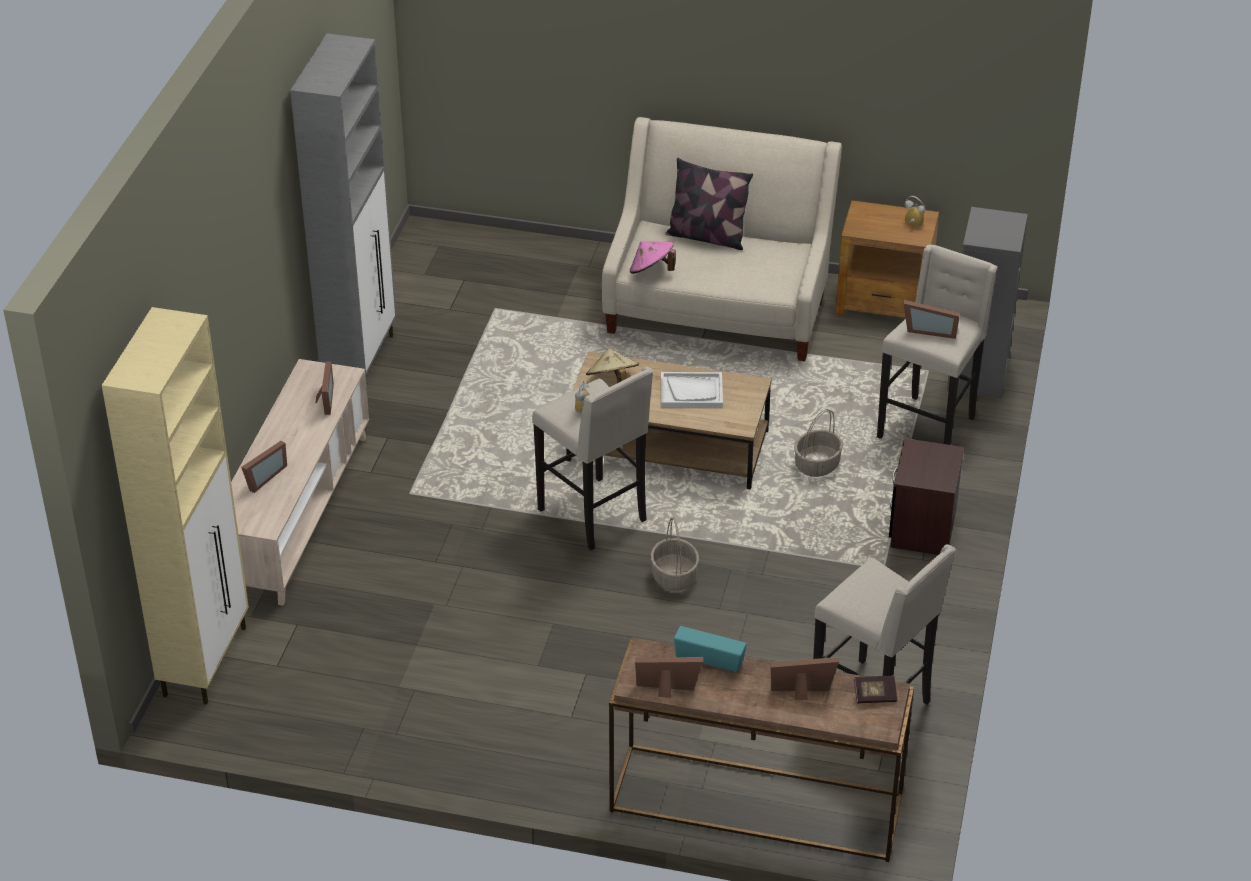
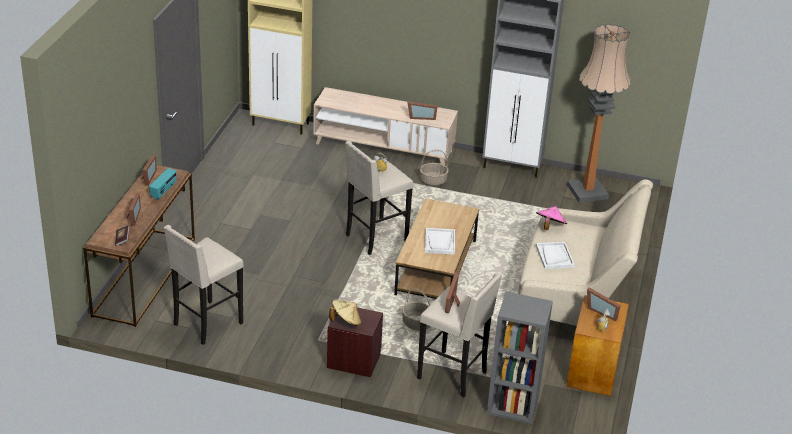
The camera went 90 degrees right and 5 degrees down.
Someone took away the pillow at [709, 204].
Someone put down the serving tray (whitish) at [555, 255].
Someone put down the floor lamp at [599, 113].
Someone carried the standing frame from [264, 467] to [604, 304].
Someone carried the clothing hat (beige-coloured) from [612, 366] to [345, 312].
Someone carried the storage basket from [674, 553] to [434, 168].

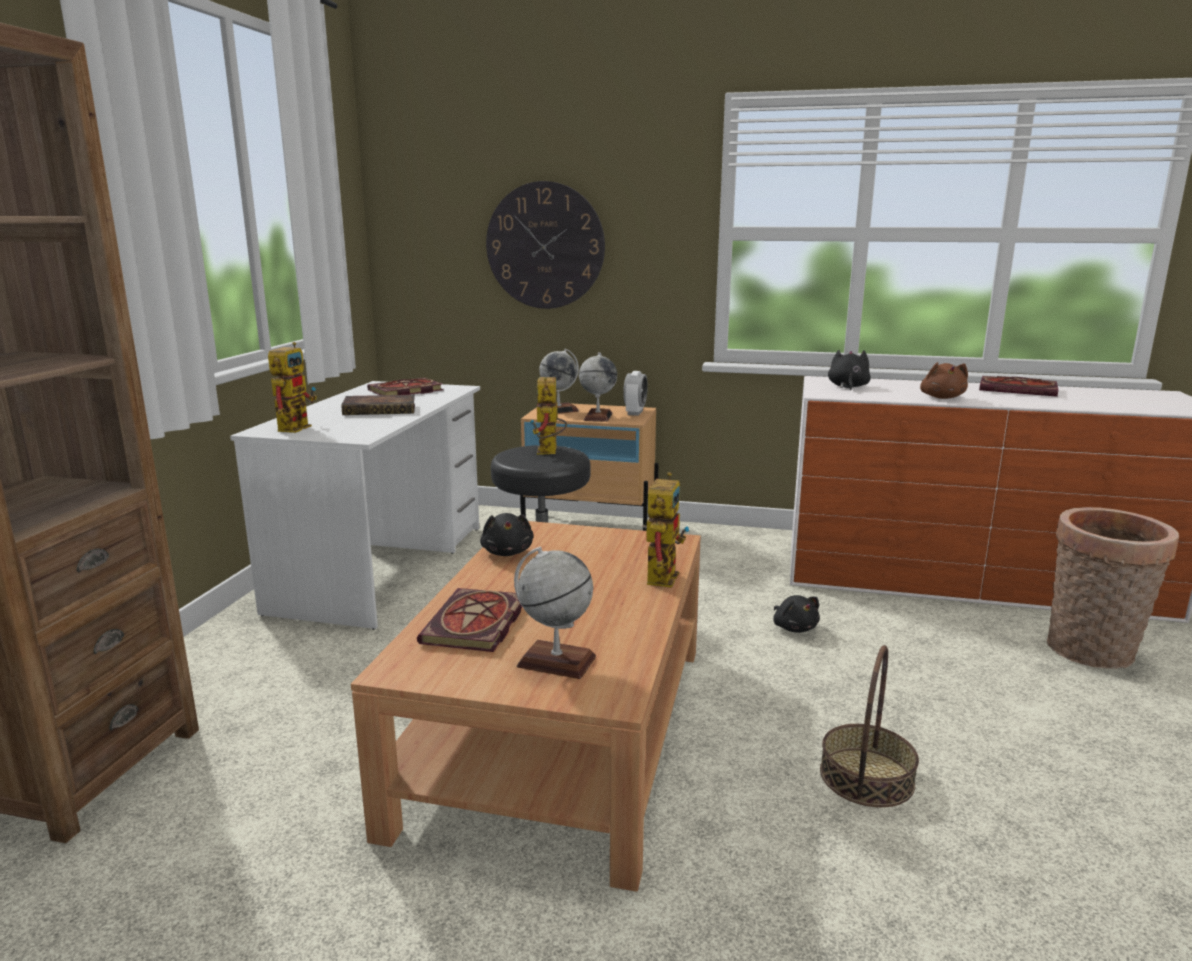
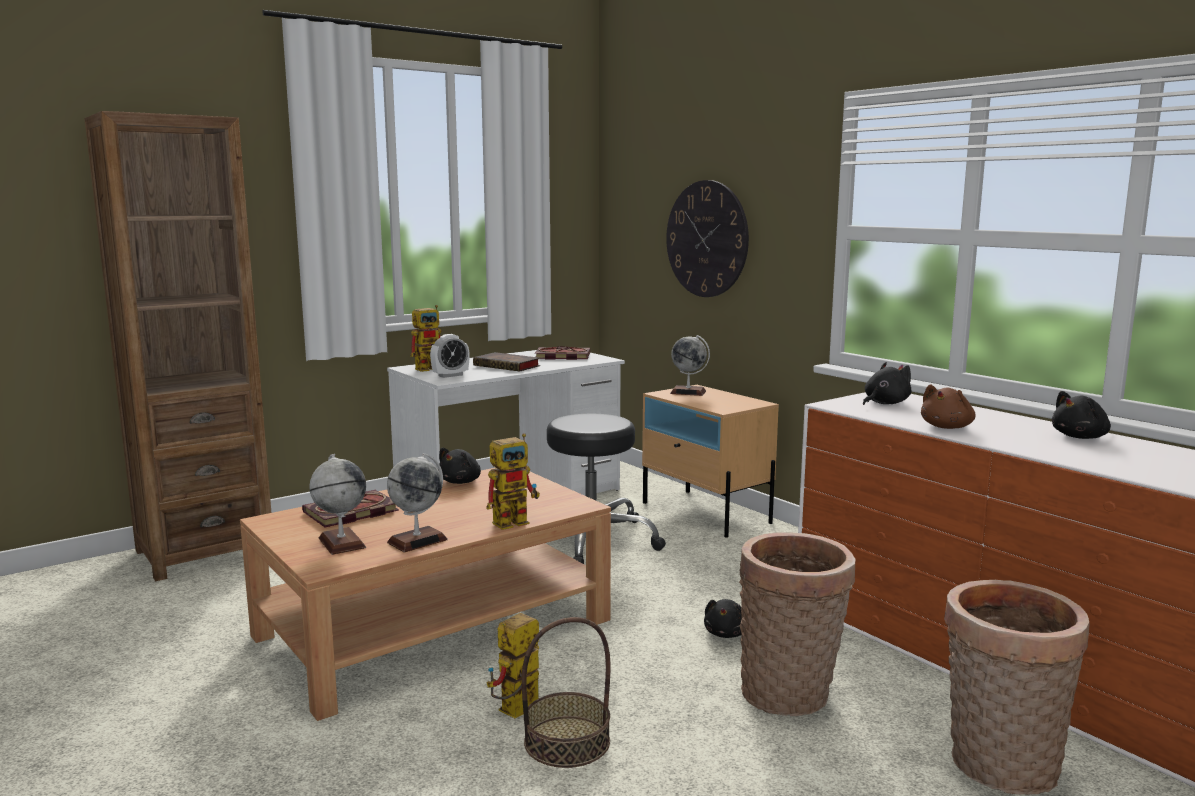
The camera went 40 degrees right and 5 degrees down.
Someone put down the storage basket at [797, 624].
Someone carried the robot figure from [548, 416] to [512, 665].
Someone carried the world globe from [598, 387] to [417, 502].
Someone carried the table clock from [635, 393] to [449, 356].
Someone swapped the book at [1018, 386] for the soft toy (black-coloured) at [1081, 415].

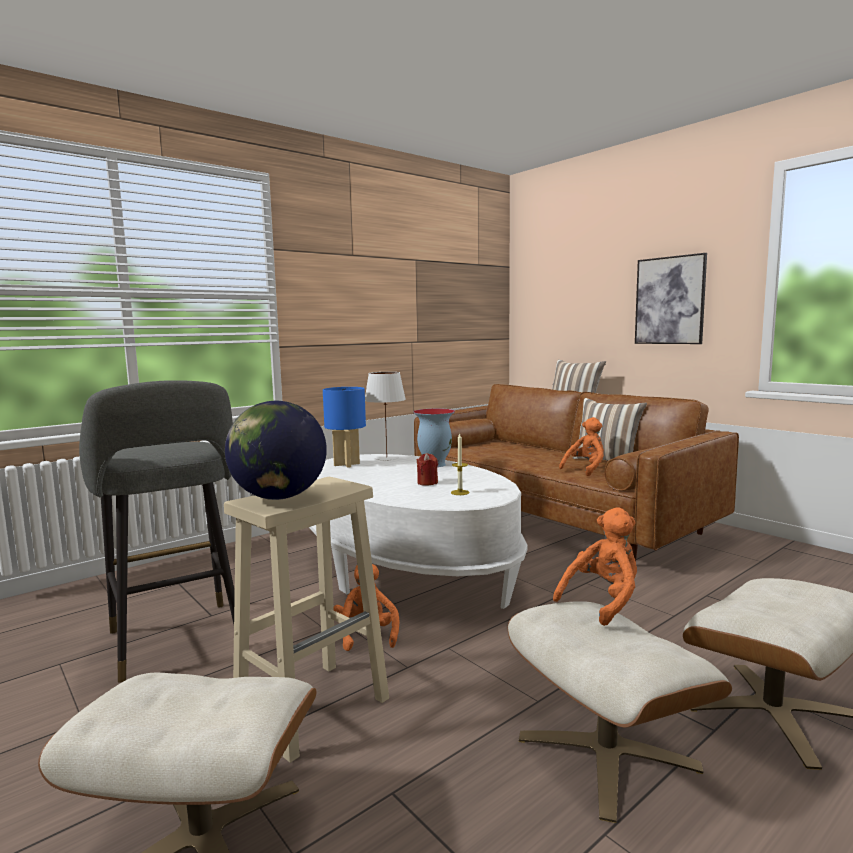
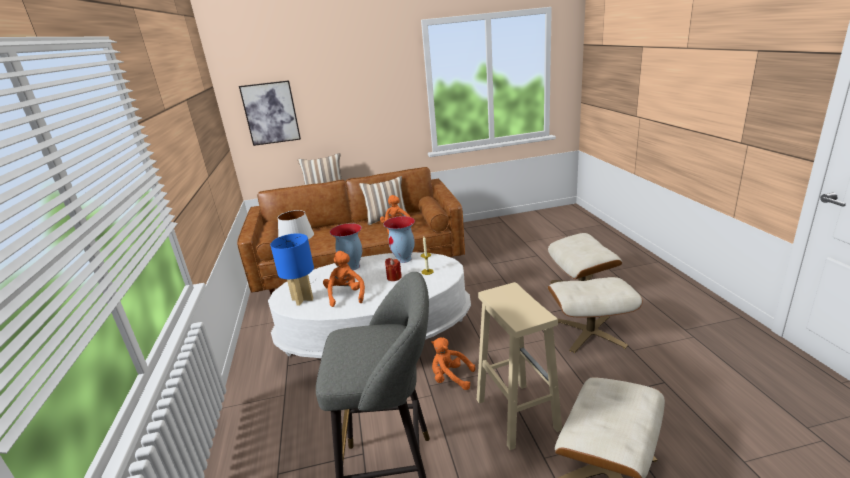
The camera went 60 degrees left and 15 degrees up.
Someone took away the world globe at [276, 450].
Someone put down the flower vase at [399, 239].
Someone carried the soft toy (orangey) from [595, 566] to [344, 279].
Someone carried the wall picture from [671, 298] to [270, 113].

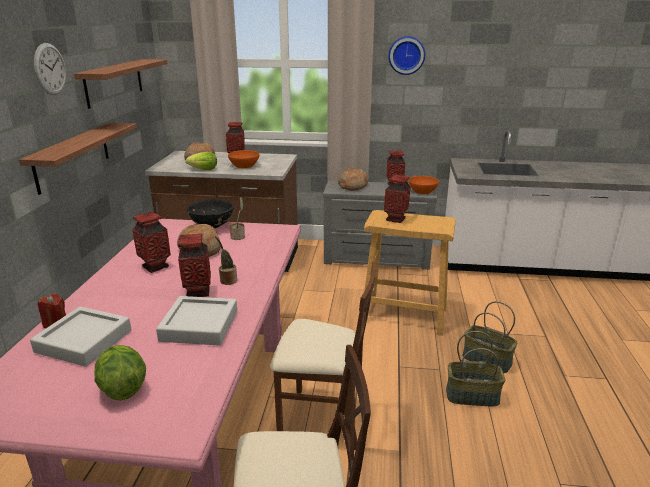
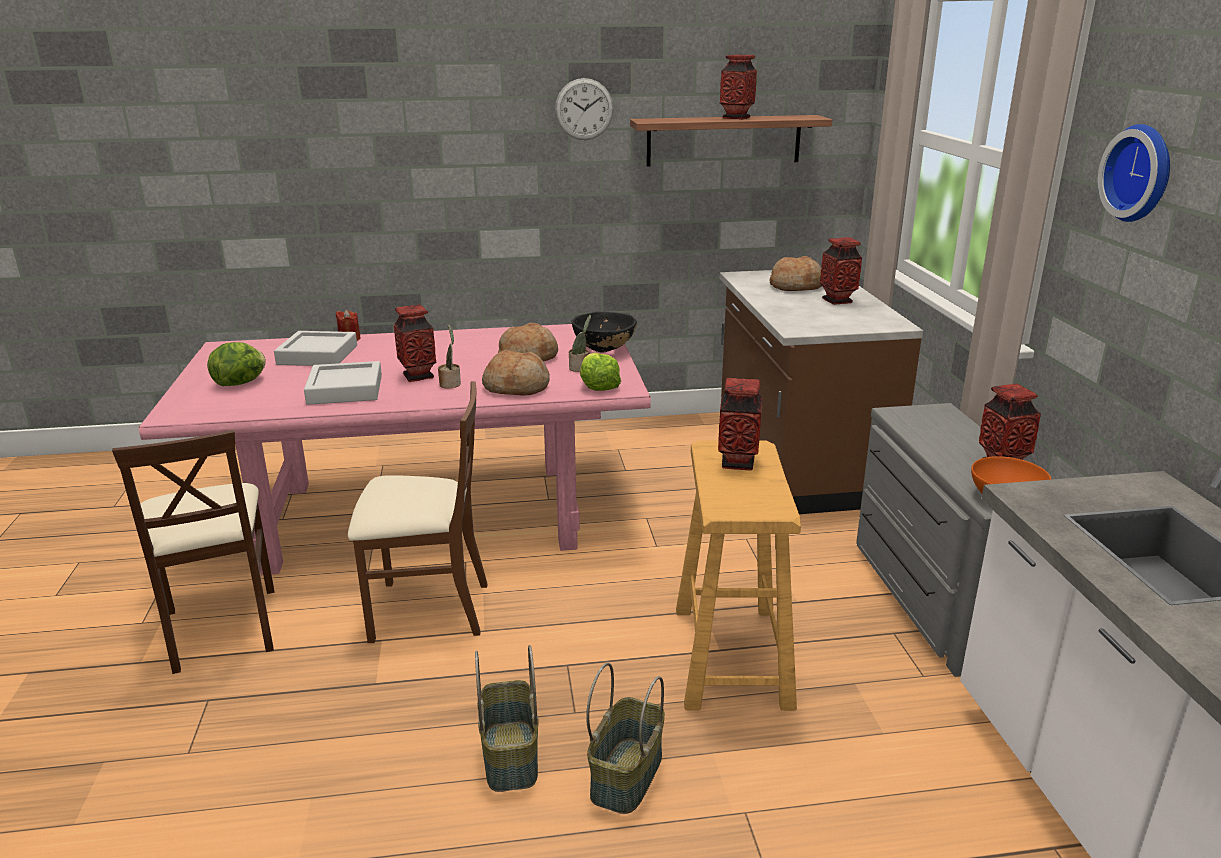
The camera went 75 degrees right and 0 degrees up.
Someone took away the bracket shelf at [78, 159].
Someone took away the deep dish (orangey) at [244, 159].
Someone carried the flower vase from [151, 242] to [738, 87].
Someone carried the lettuce from [201, 161] to [600, 372].
Someone carried the bakery bread from [353, 179] to [516, 372].
Someone rotated the plain chair (brown-coloured) at [323, 355] by 90 degrees counterclockwise.

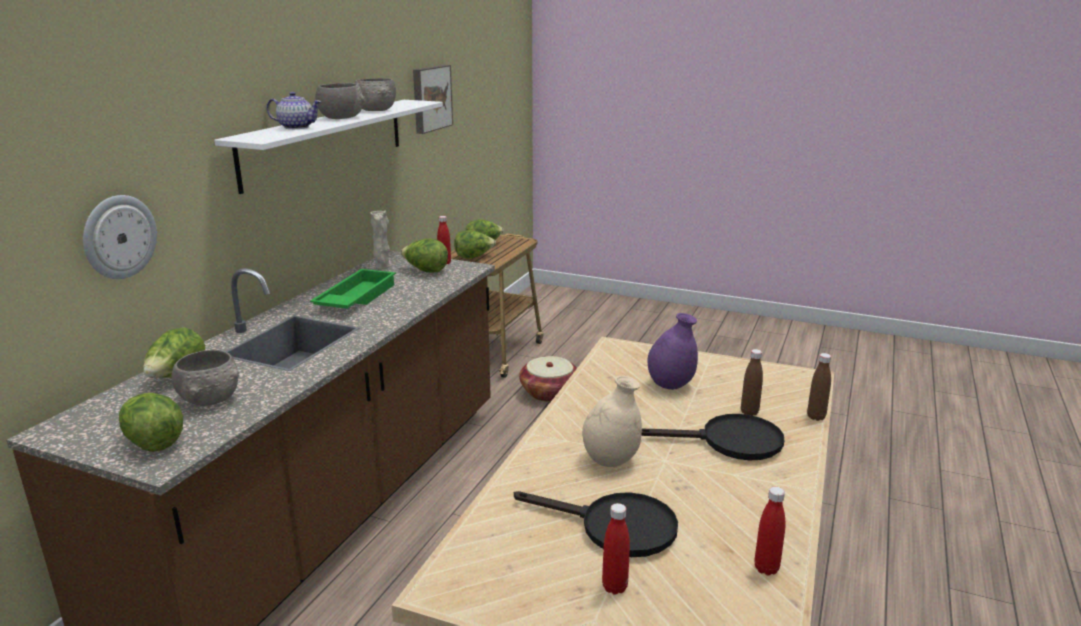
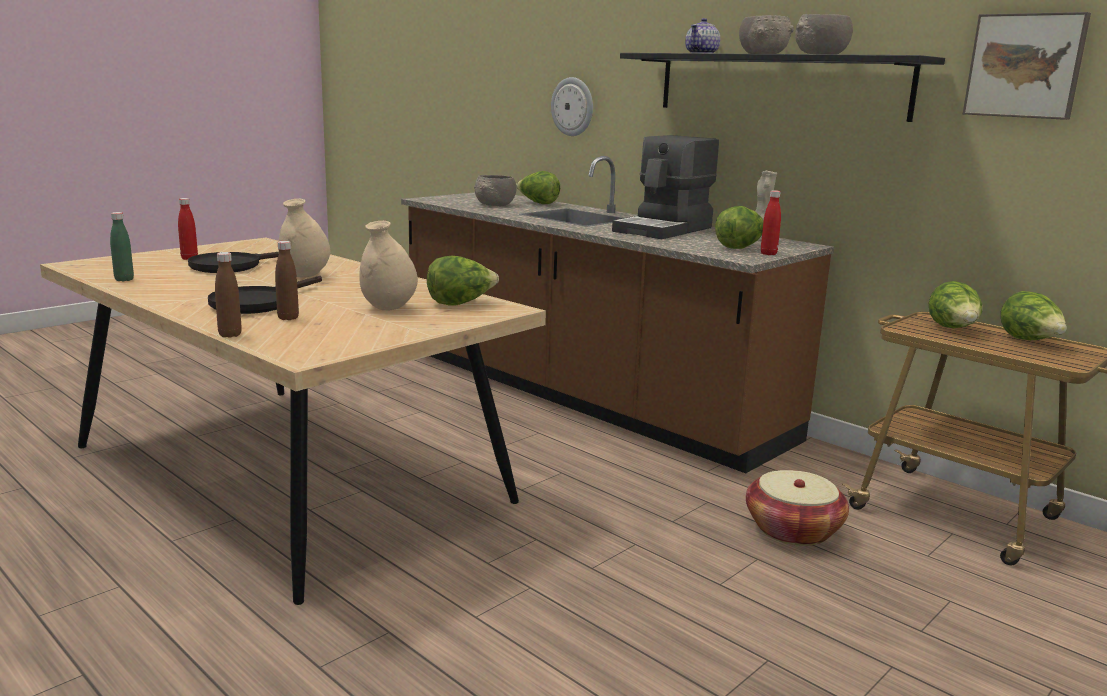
The camera went 110 degrees right and 5 degrees down.
Someone carried the lettuce from [151, 422] to [463, 280].
Someone swapped the serving tray (green-coloured) at [353, 289] for the coffee machine at [665, 187].
Someone repainted the bracket shelf (whitish) at [328, 147], which became the bracket shelf (black-coloured) at [782, 87].
Someone repainted the flower vase (purplish) at [672, 351], which became the flower vase (beige-coloured) at [388, 265].
Someone repainted the bottle (red) at [769, 531], which became the bottle (green-coloured) at [122, 247].

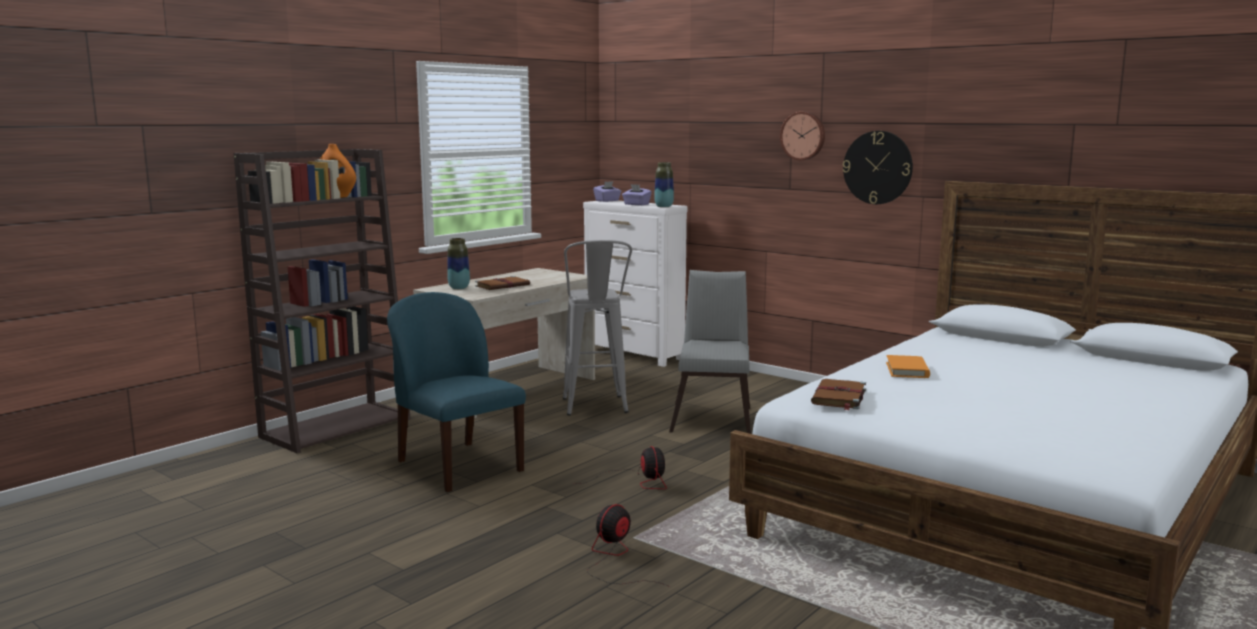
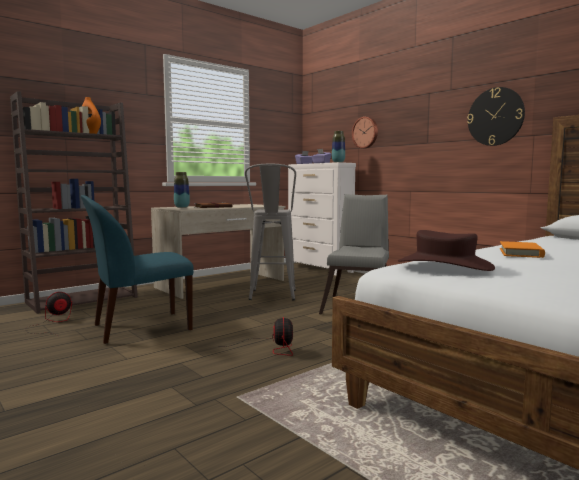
The camera went 10 degrees right and 5 degrees down.
Someone carried the electric fan from [628, 545] to [48, 313].
Someone carried the wall clock from [802, 136] to [365, 132].
Someone swapped the book (brown-coloured) at [838, 394] for the clothing hat (brown-coloured) at [446, 250].
Someone rotated the plain chair (blue-coloured) at [456, 392] by 90 degrees counterclockwise.

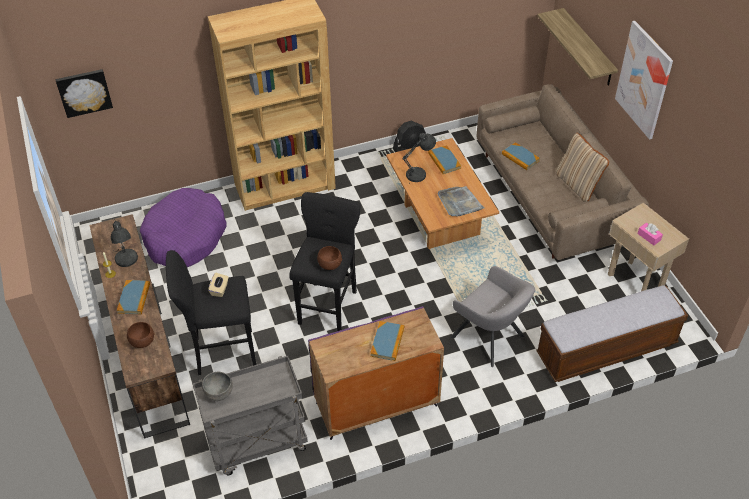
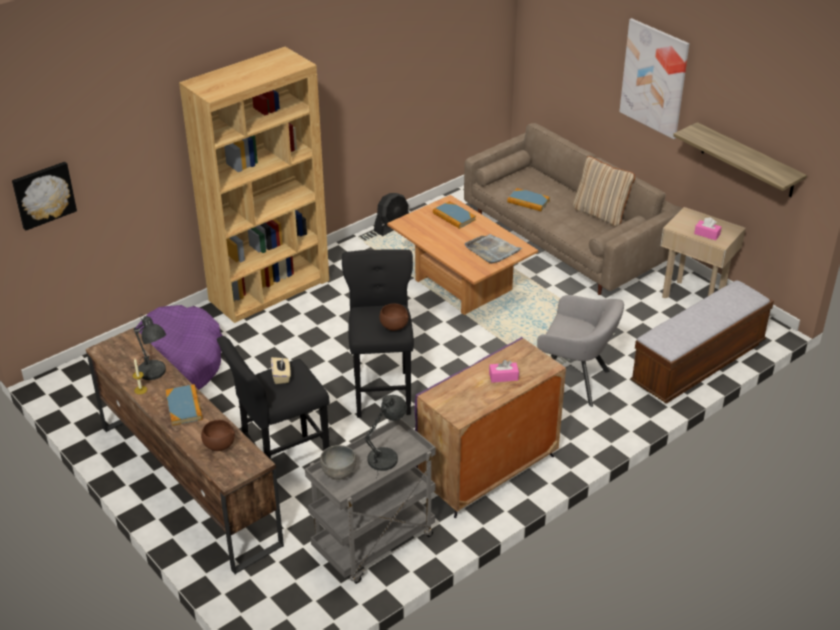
The camera went 20 degrees left and 10 degrees down.
Someone carried the table lamp (gray) from [419, 159] to [386, 436].
Someone carried the bracket shelf from [577, 46] to [740, 159].
Someone swapped the book at [387, 341] for the box of tissues (pink-coloured) at [504, 371].

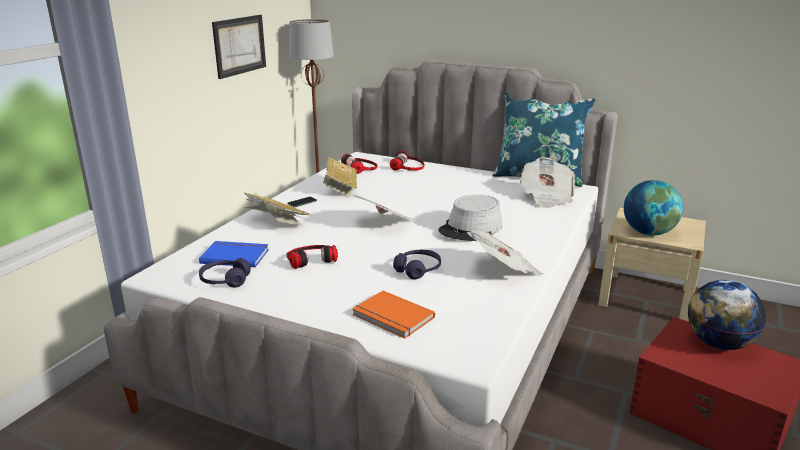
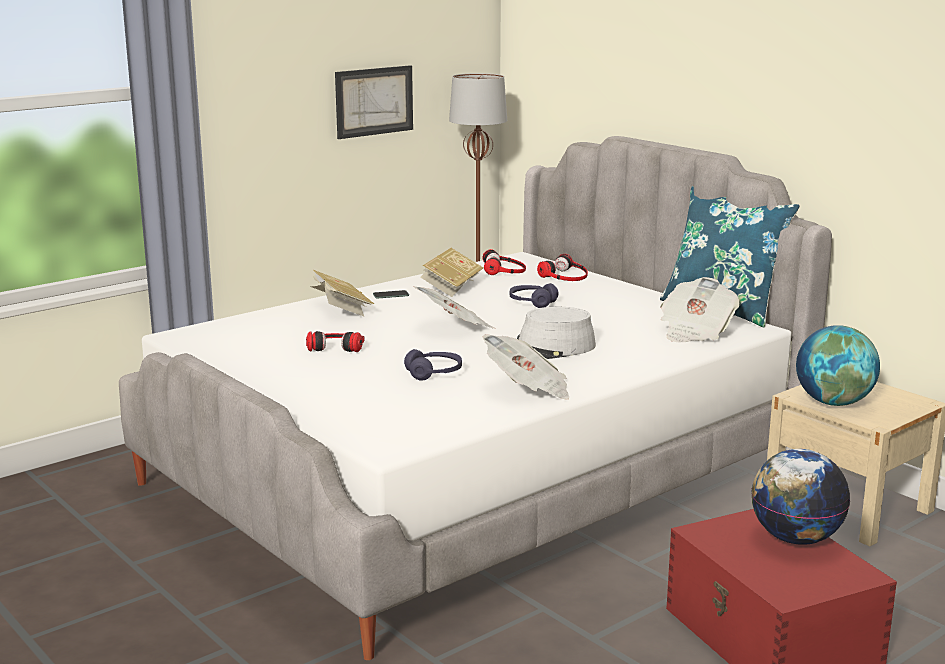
The camera went 25 degrees right and 5 degrees down.
Someone took away the book (blue-coloured) at [234, 254].
Someone took away the book (orangey) at [393, 314].
Someone carried the headset (purplish) from [225, 273] to [534, 295].

